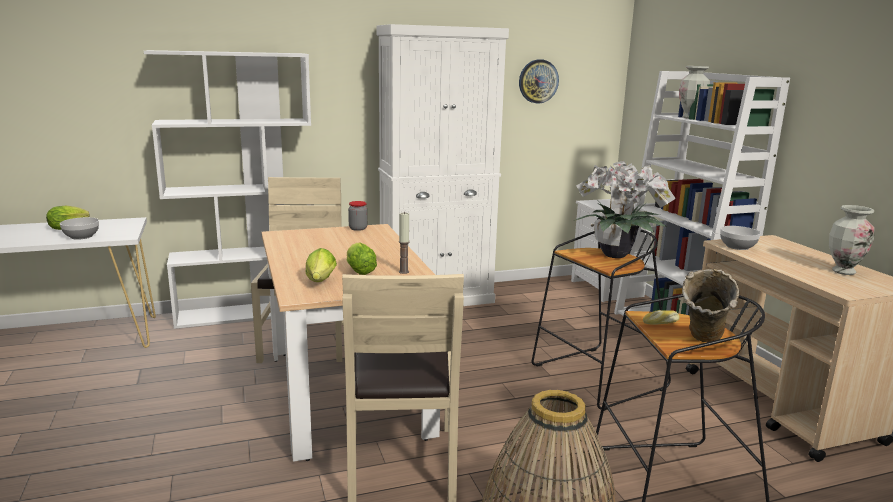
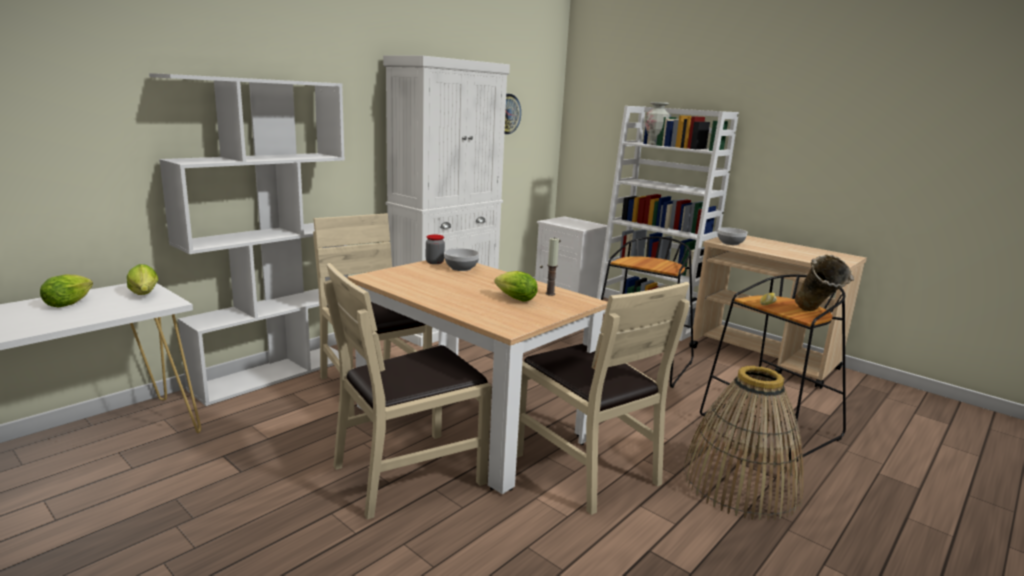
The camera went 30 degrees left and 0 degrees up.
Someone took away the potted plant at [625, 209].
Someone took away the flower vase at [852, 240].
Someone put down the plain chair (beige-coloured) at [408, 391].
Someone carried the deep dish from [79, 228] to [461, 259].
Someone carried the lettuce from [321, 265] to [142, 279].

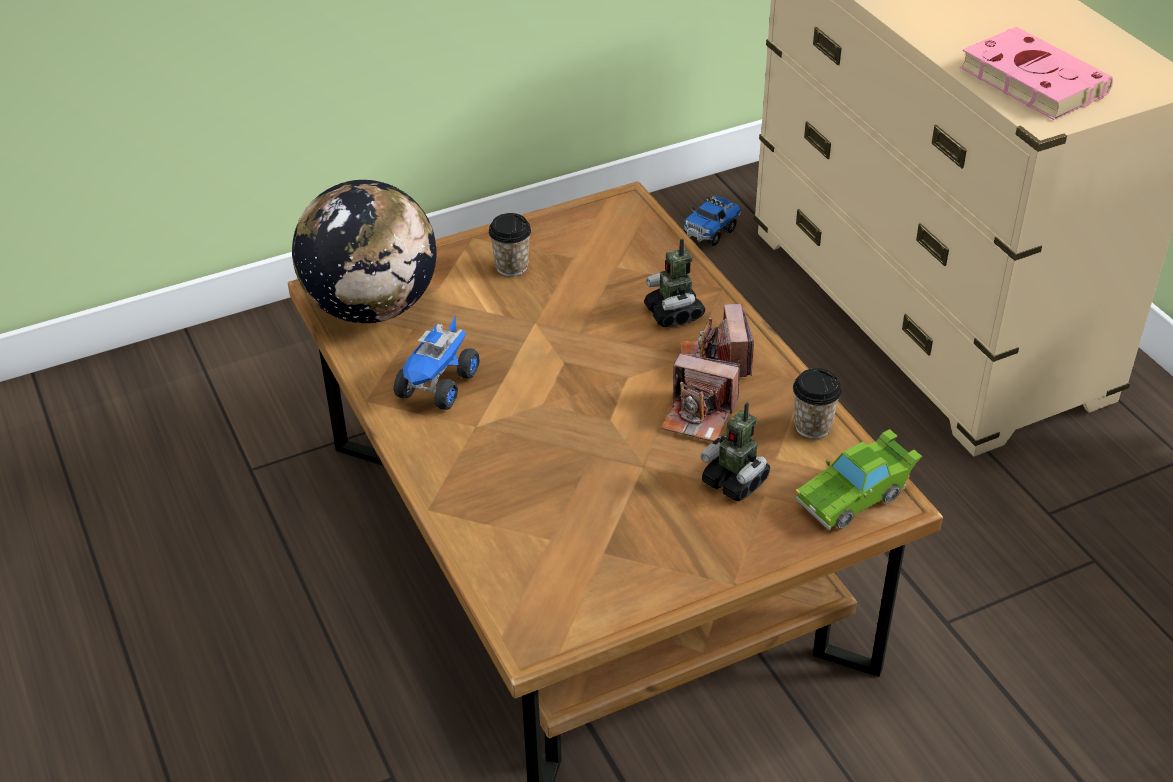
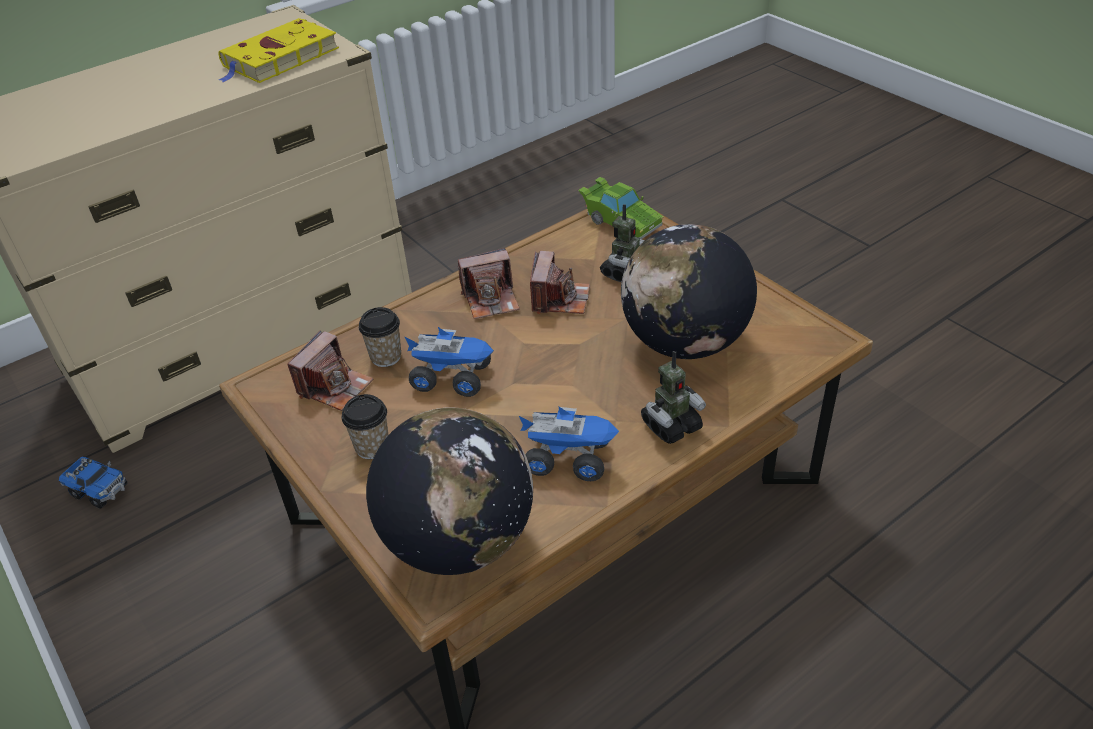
The camera went 100 degrees left and 0 degrees up.
Someone put down the still camera at [330, 370].
Someone put down the model truck at [449, 362].
Someone put down the world globe at [689, 291].
Someone carried the robot figure from [674, 283] to [673, 397].
Someone carried the drinking cup from [817, 403] to [380, 337].
Someone repainted the book (pink-coloured) at [1036, 73], which became the book (yellow) at [279, 50].

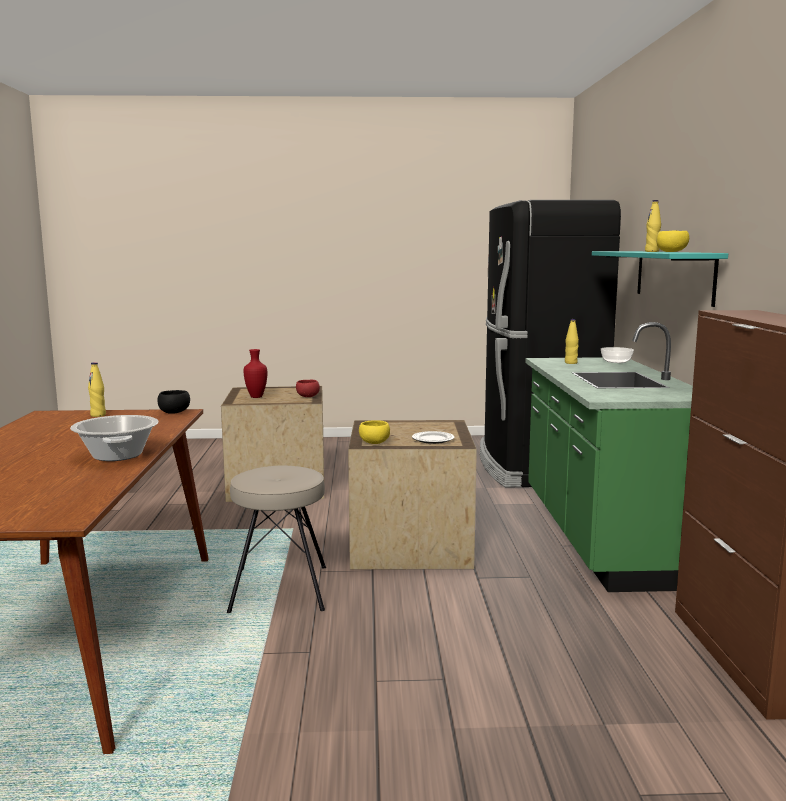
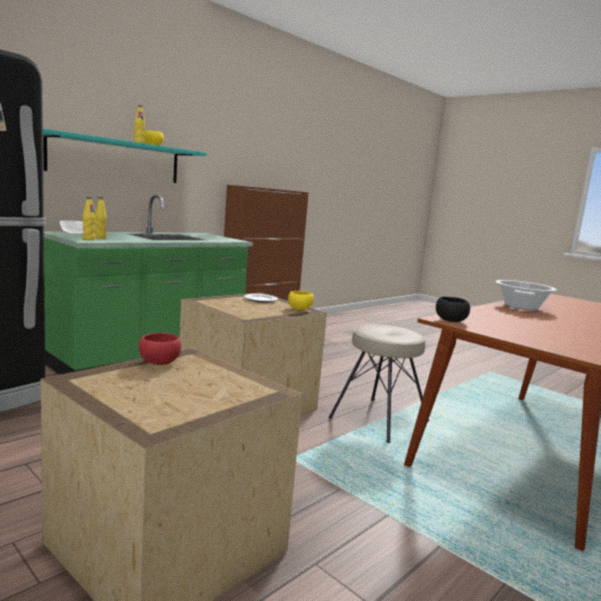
The camera went 135 degrees left and 0 degrees up.
Someone took away the flower vase (red) at [255, 373].
Someone carried the bottle (yellow) from [97, 389] to [89, 218].

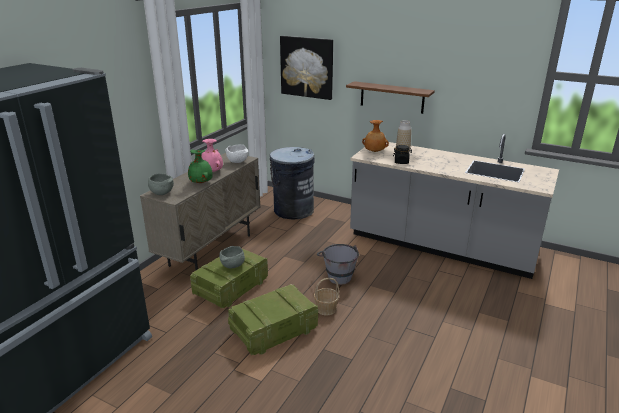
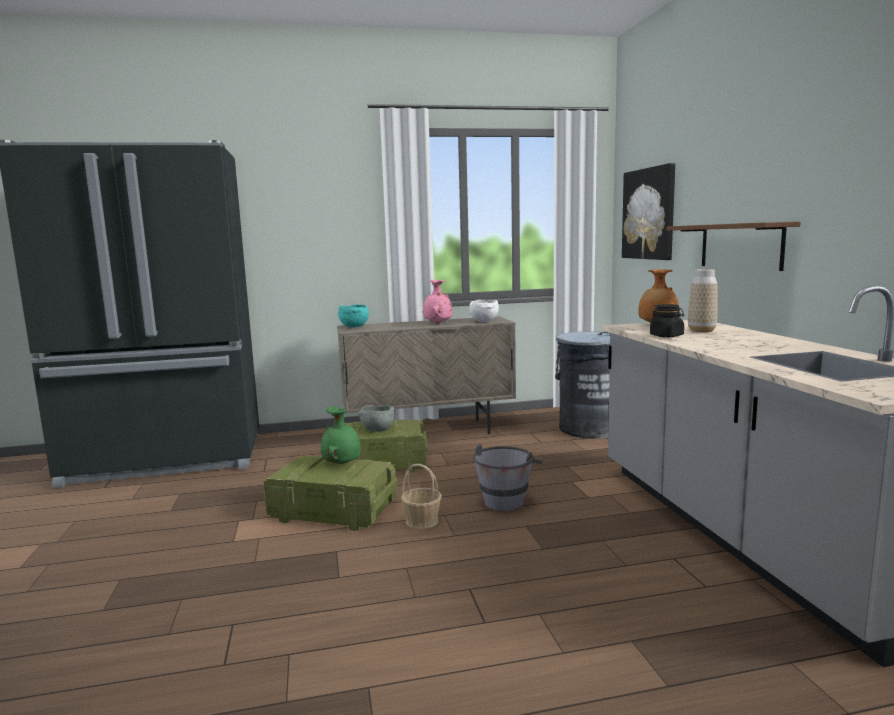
The camera went 50 degrees right and 15 degrees down.
Someone carried the flower vase (green-coloured) from [200, 166] to [341, 435].
Someone repainted the deep dish (gray) at [161, 184], which became the deep dish (blue-green) at [353, 316].

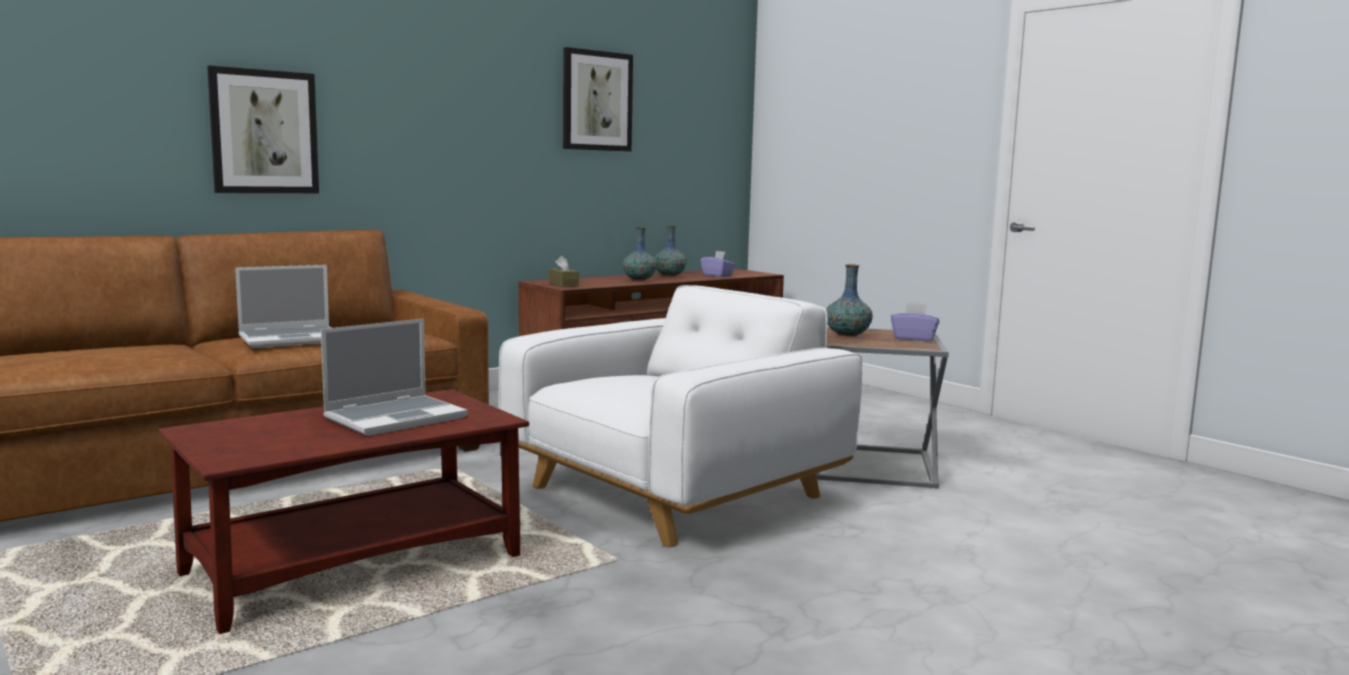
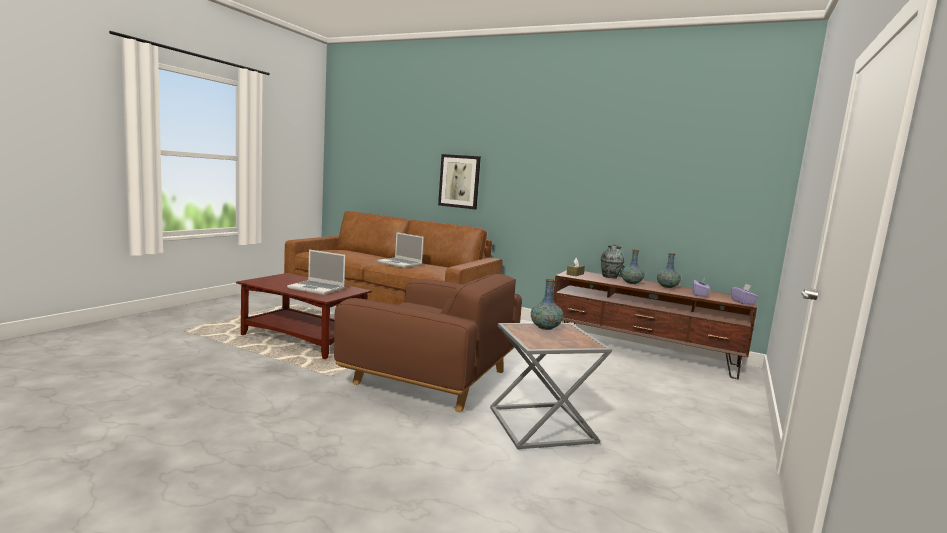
The camera went 65 degrees right and 0 degrees up.
Someone took away the wall picture at [598, 99].
Someone put down the flower vase at [612, 262].
Someone carried the box of tissues (purplish) from [915, 321] to [744, 294].
Someone repainted the lounge chair (whitish) at [680, 416], which became the lounge chair (brown-coloured) at [428, 342].

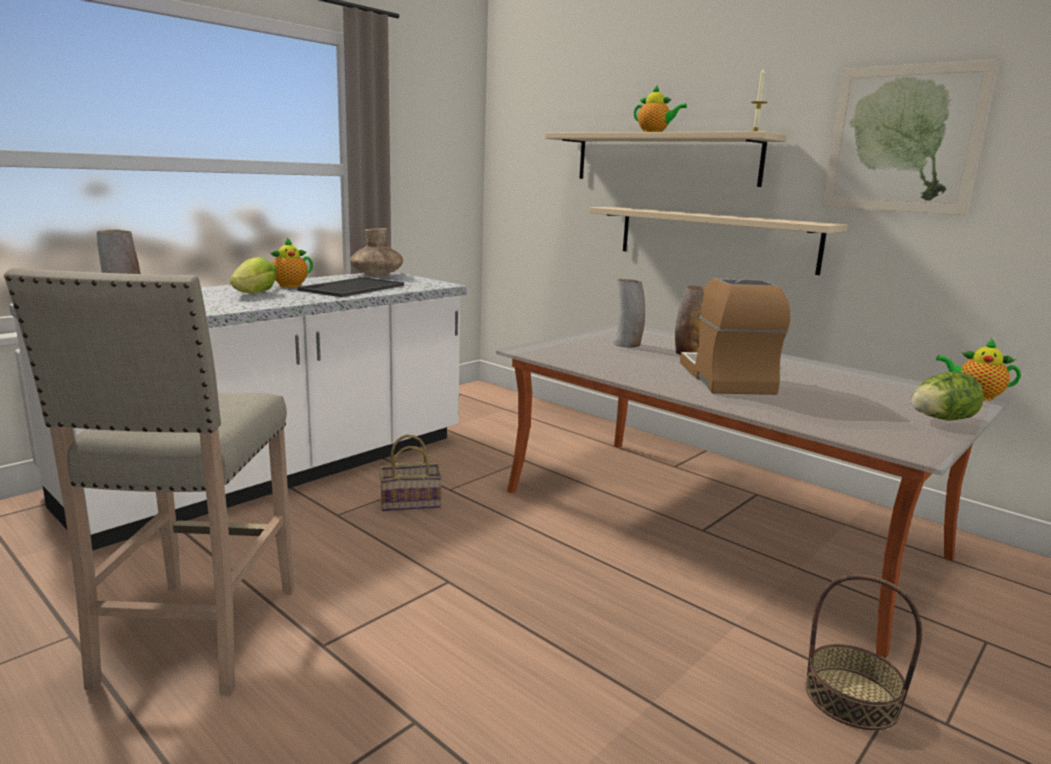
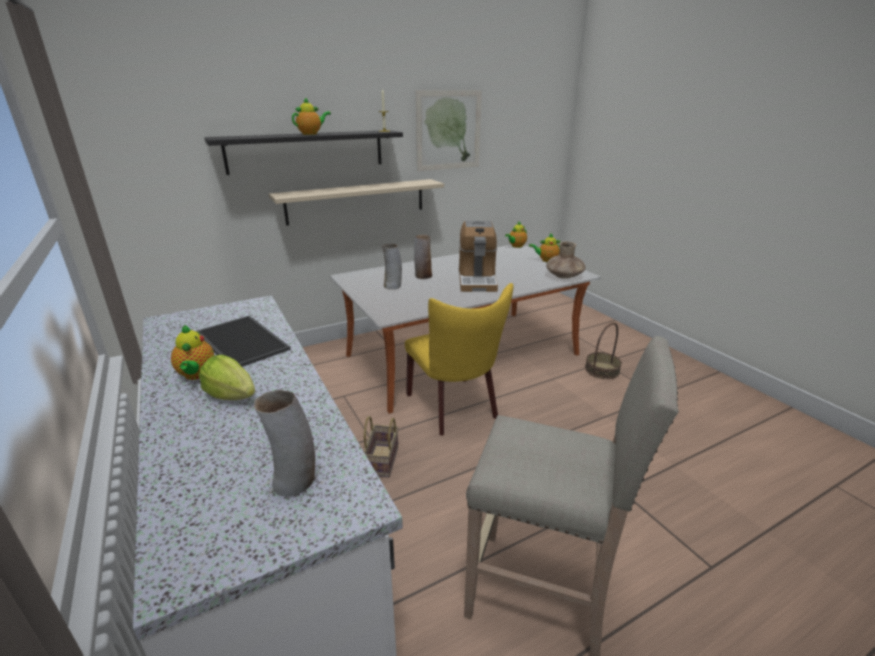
The camera went 70 degrees left and 10 degrees up.
Someone put down the plain chair (yellow) at [459, 359].
Someone carried the flower vase (brown-coloured) from [376, 252] to [566, 260].
Someone swapped the lettuce at [947, 396] for the pot for tea at [545, 248].
Someone repainted the bracket shelf (beige-coloured) at [665, 159], which became the bracket shelf (black-coloured) at [303, 152].
Someone rotated the coffee machine at [735, 336] by 105 degrees counterclockwise.

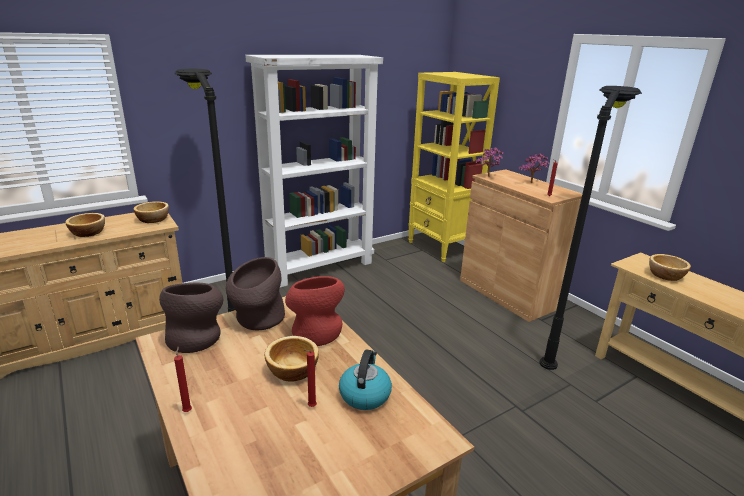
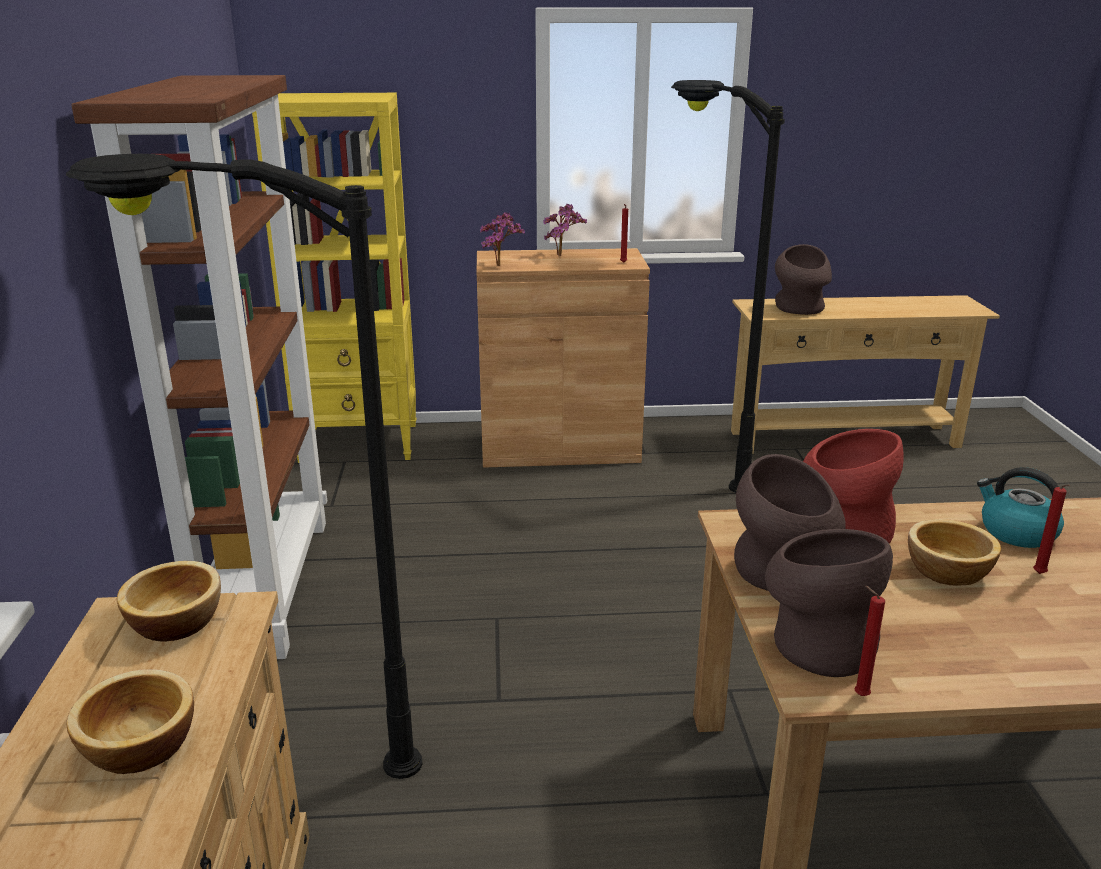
The camera went 60 degrees left and 0 degrees up.
Someone carried the wax candle (red) from [183, 379] to [869, 641].
Someone swapped the deep dish at [670, 267] for the flower vase (brown-coloured) at [803, 279].
Someone repainted the bookcase (whitish) at [314, 171], which became the bookcase (brown-coloured) at [199, 367].

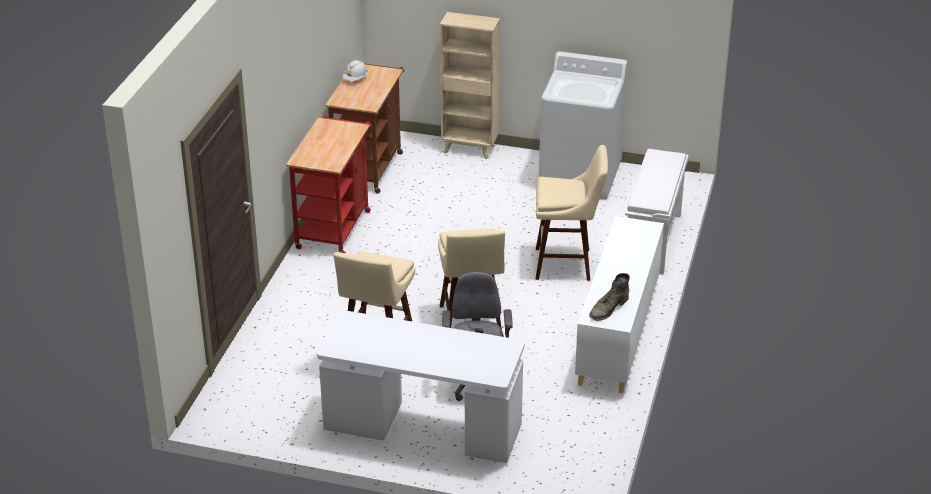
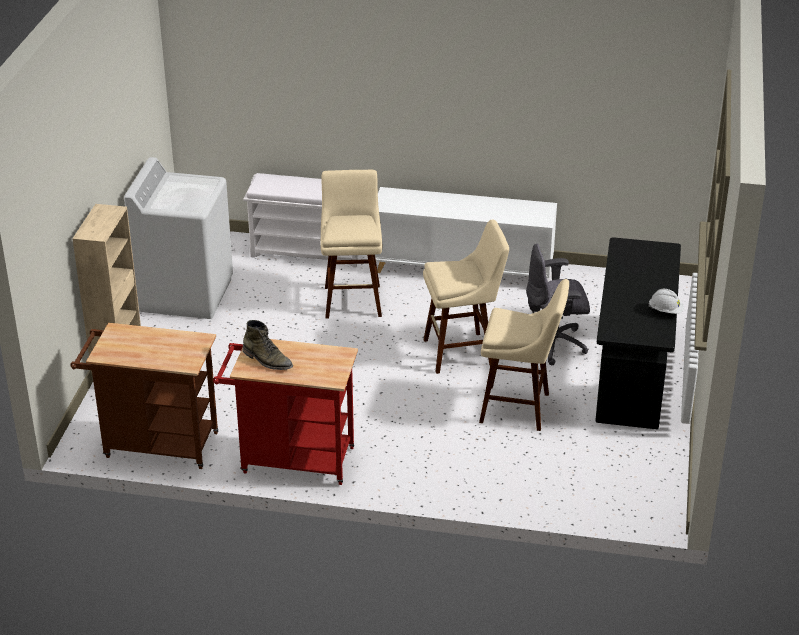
The camera went 95 degrees left and 0 degrees up.
Someone carried the work helmet (whitish) from [355, 70] to [666, 301].
Someone carried the boot (green-coloured) from [609, 297] to [267, 345].
Someone repainted the desk unit (whitish) at [421, 386], which became the desk unit (black-coloured) at [638, 333].

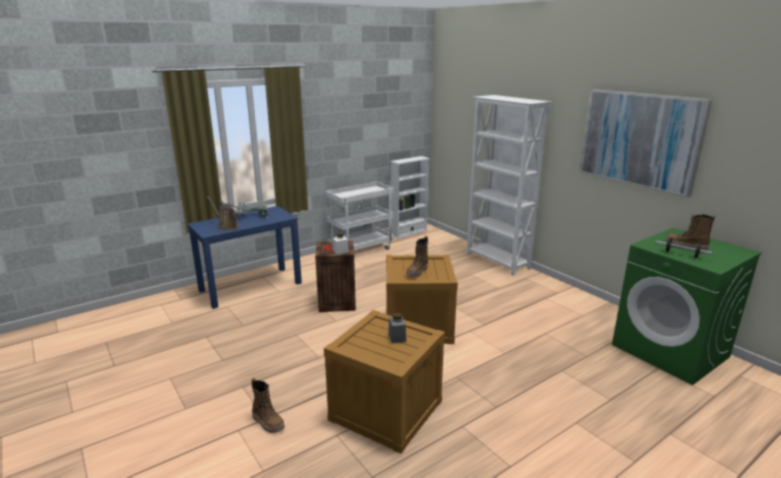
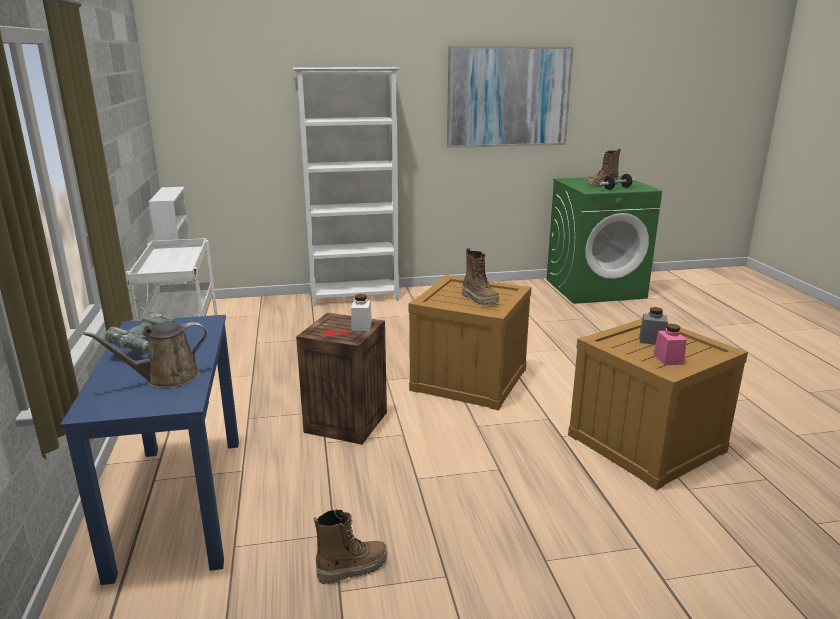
The camera went 65 degrees left and 0 degrees up.
Someone put down the preserve jar (pink-coloured) at [670, 344].
Someone carried the boot from [268, 405] to [350, 546].

